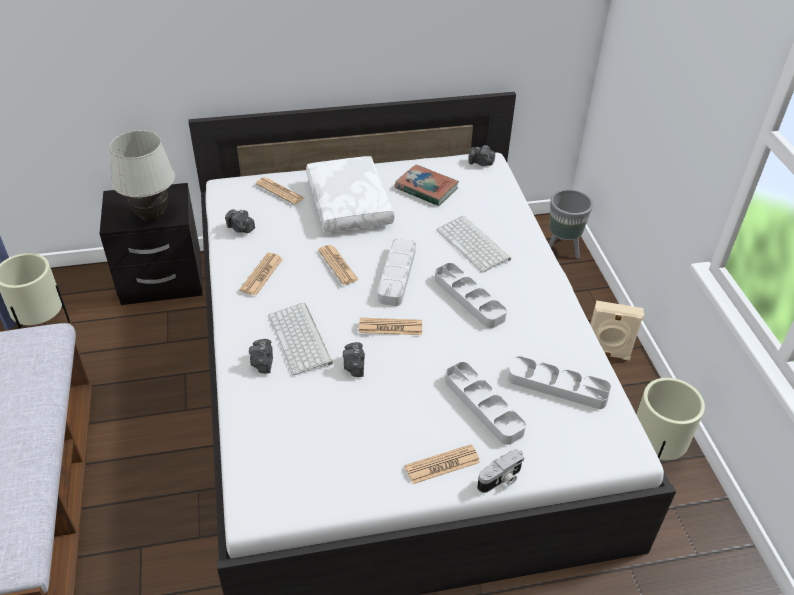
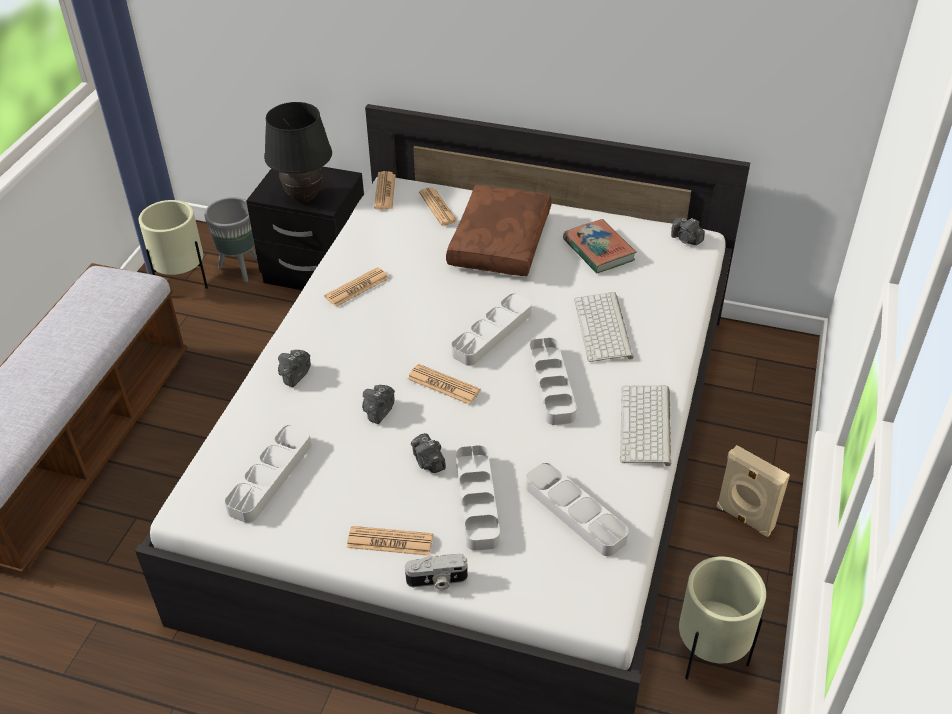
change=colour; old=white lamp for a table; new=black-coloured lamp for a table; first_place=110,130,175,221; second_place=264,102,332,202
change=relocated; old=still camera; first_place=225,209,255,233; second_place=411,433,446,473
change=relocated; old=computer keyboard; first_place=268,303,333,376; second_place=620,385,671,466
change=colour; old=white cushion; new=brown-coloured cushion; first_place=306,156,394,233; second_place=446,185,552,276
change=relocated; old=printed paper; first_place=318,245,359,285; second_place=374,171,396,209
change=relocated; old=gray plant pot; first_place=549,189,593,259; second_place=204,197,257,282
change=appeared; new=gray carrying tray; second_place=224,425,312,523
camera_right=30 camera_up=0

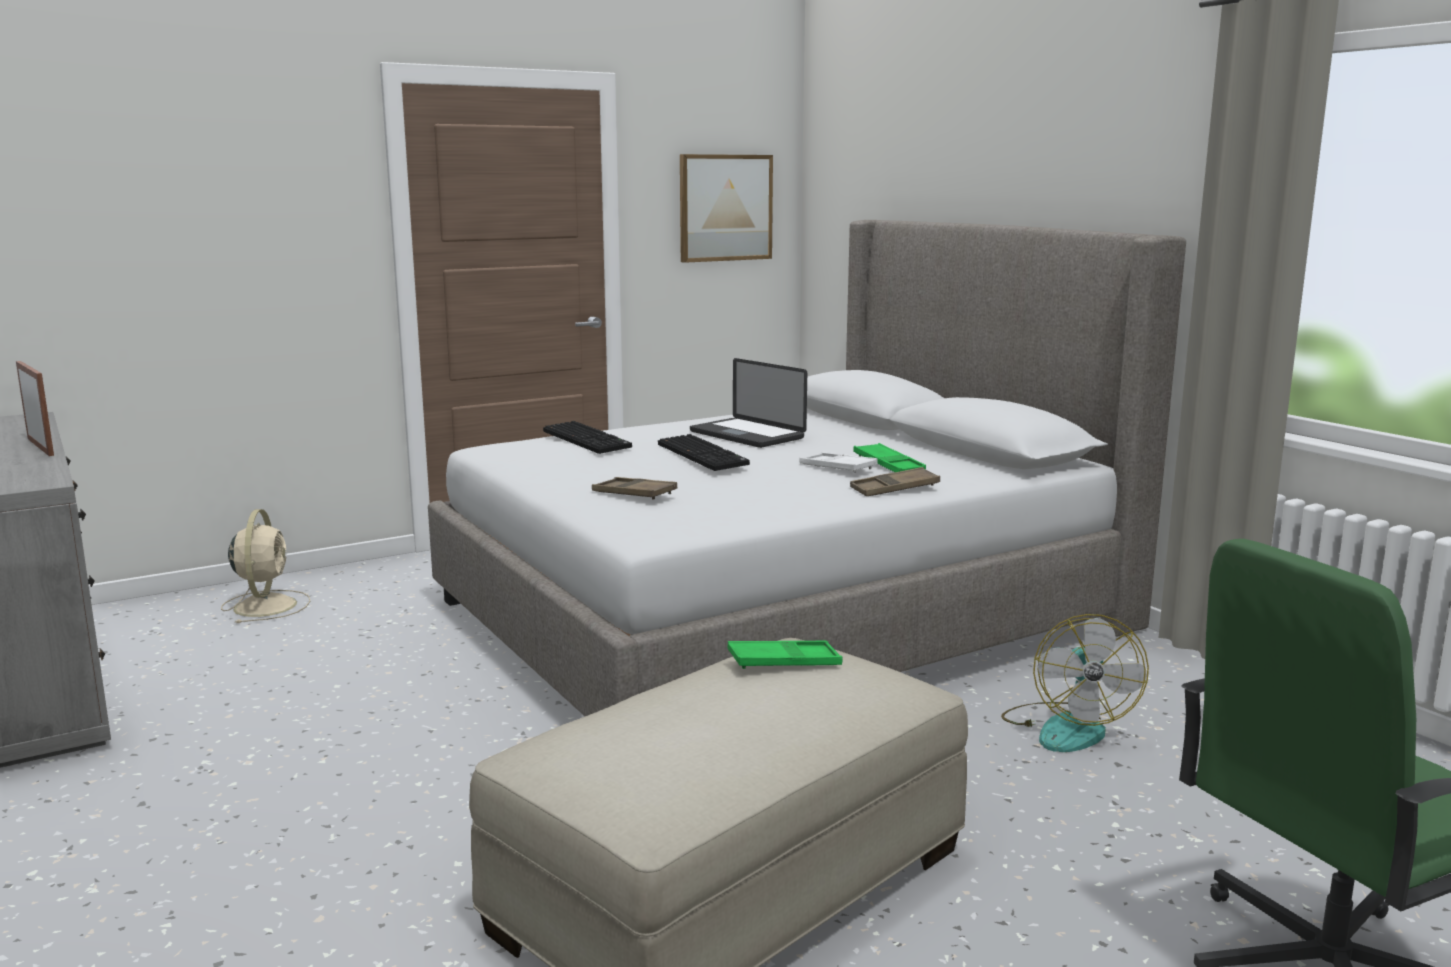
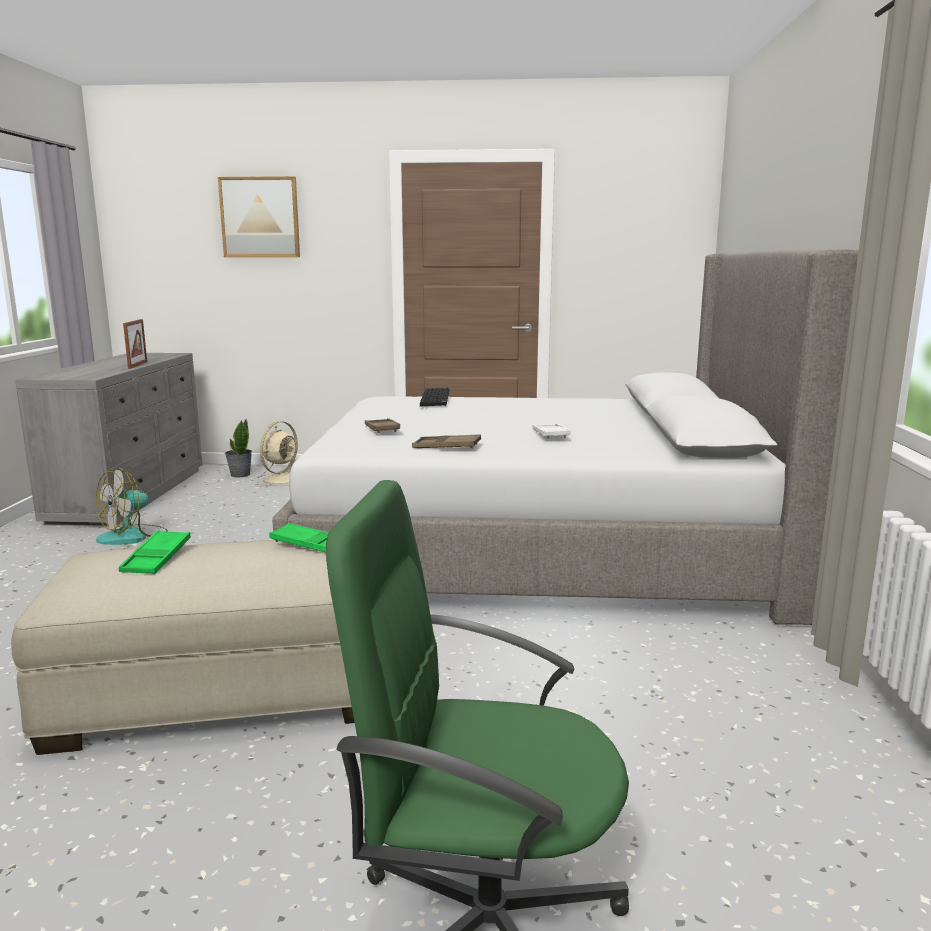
change=missing; old=computer keyboard; first_place=658,434,750,471
change=relocated; old=wall picture; first_place=680,154,773,263; second_place=218,176,300,257
change=missing; old=laptop; first_place=690,358,807,448
change=relocated; old=brown-coloured carrying tray; first_place=850,467,940,496; second_place=412,434,481,448
change=relocated; old=green-coloured carrying tray; first_place=853,443,926,472; second_place=119,530,191,574
change=relocated; old=fan; first_place=1001,614,1149,752; second_place=96,467,168,545
change=appeared; new=potted plant; second_place=225,419,252,478
camera_right=35 camera_up=0

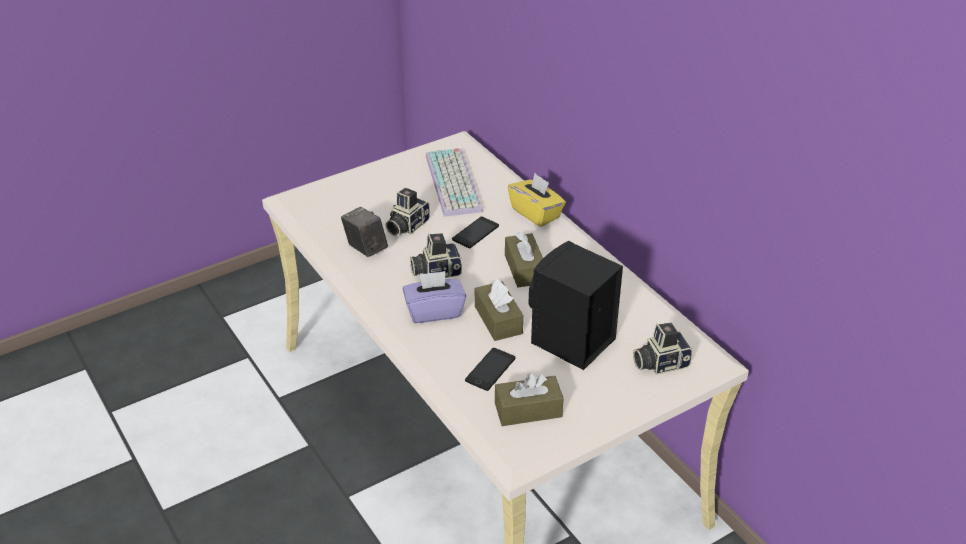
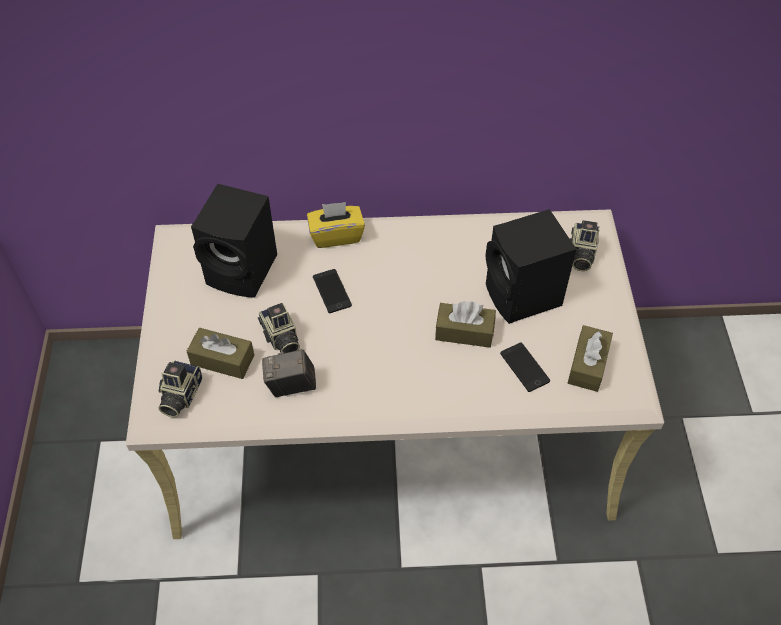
change=missing; old=purple box of tissues; first_place=403,271,466,323
change=relocated; old=still camera; first_place=410,233,462,278; second_place=158,361,202,417
change=exchanged; old=computer keyboard; new=black-coloured audio speaker; first_place=426,148,483,217; second_place=191,184,277,298
change=relocated; old=brown-coloured box of tissues; first_place=505,232,543,287; second_place=187,328,254,379
camera_right=-60 camera_up=15

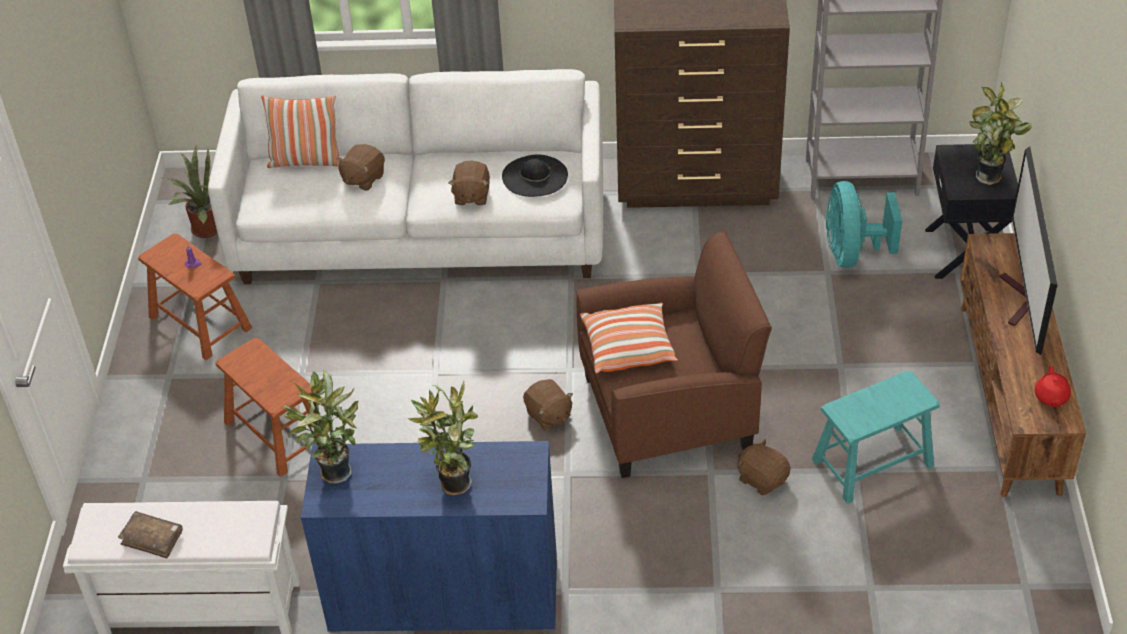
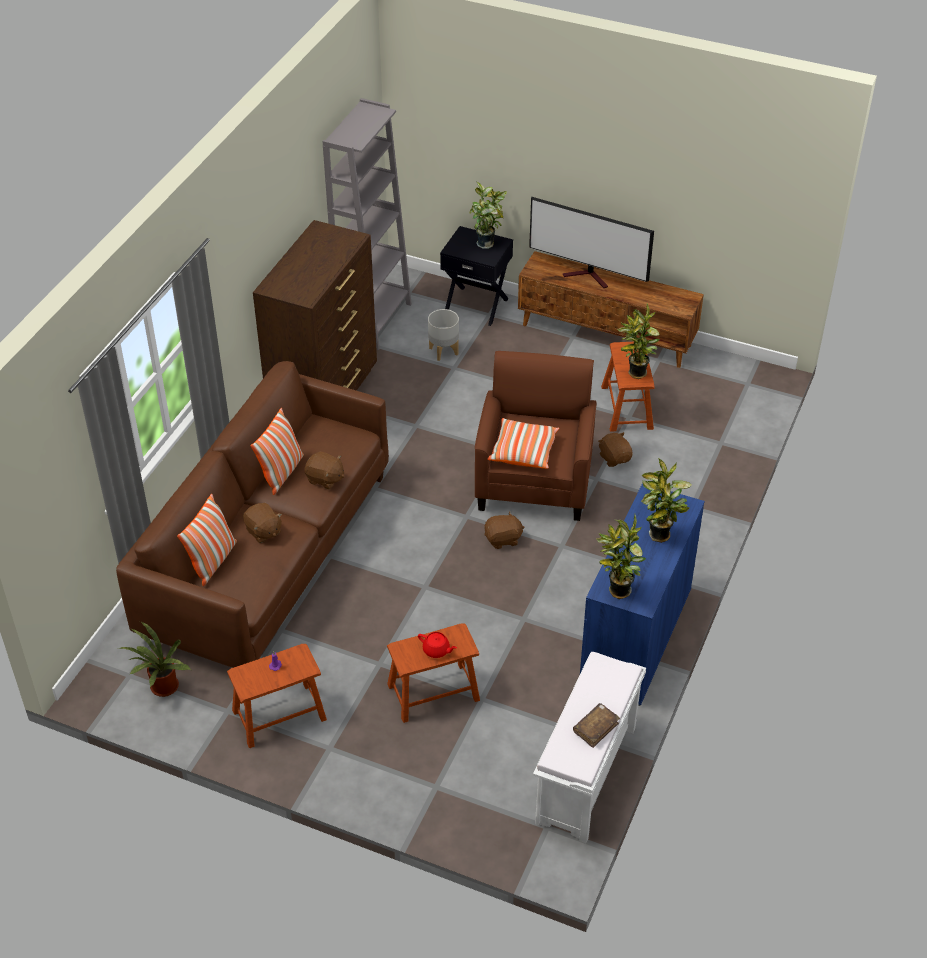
change=colour; old=white sofa; new=brown-coloured sofa; first_place=208,69,603,284; second_place=116,361,389,668
change=missing; old=black-coloured hat; first_place=502,155,568,197
change=spun; old=brown-coloured cuddly toy; first_place=737,439,791,495; second_place=598,432,633,467; degrees=90
change=colour; old=blue-green sitting stool; new=brown-coloured sitting stool; first_place=812,371,940,504; second_place=601,342,655,432
change=exchanged; old=blue-green fan; new=gray plant pot; first_place=826,181,902,268; second_place=428,309,459,361
change=relocated; old=red tea pot; first_place=1035,366,1071,407; second_place=418,632,457,658
change=appeared; new=cushion; second_place=250,408,304,495
change=appeared; new=potted plant; second_place=617,303,660,379
camera_right=-70 camera_up=0

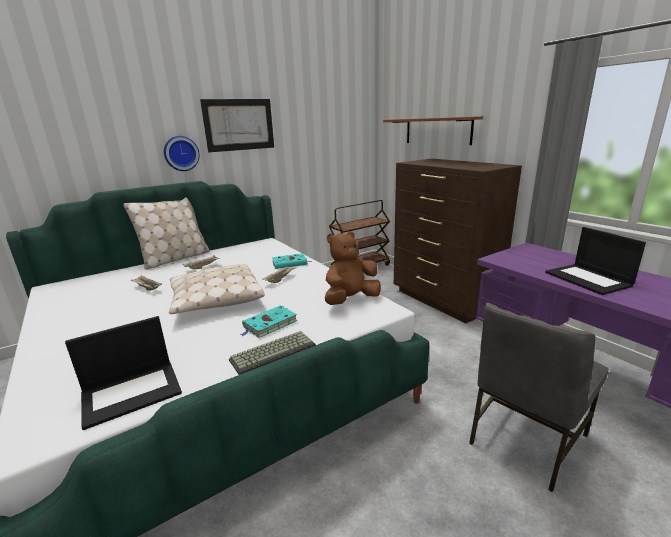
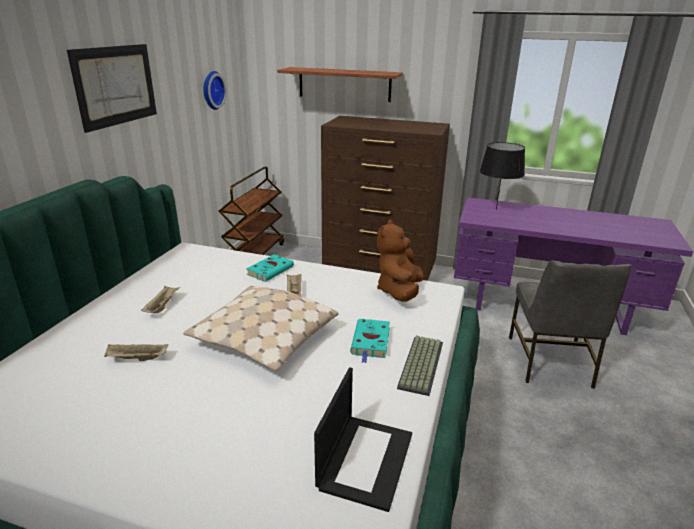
change=missing; old=beige cushion; first_place=123,197,210,269
change=relocated; old=clock on the wall; first_place=164,136,200,171; second_place=203,71,227,110
change=missing; old=laptop; first_place=545,227,646,295
change=appeared; new=black-coloured lamp for a table; second_place=480,142,525,210
camera_right=-40 camera_up=5

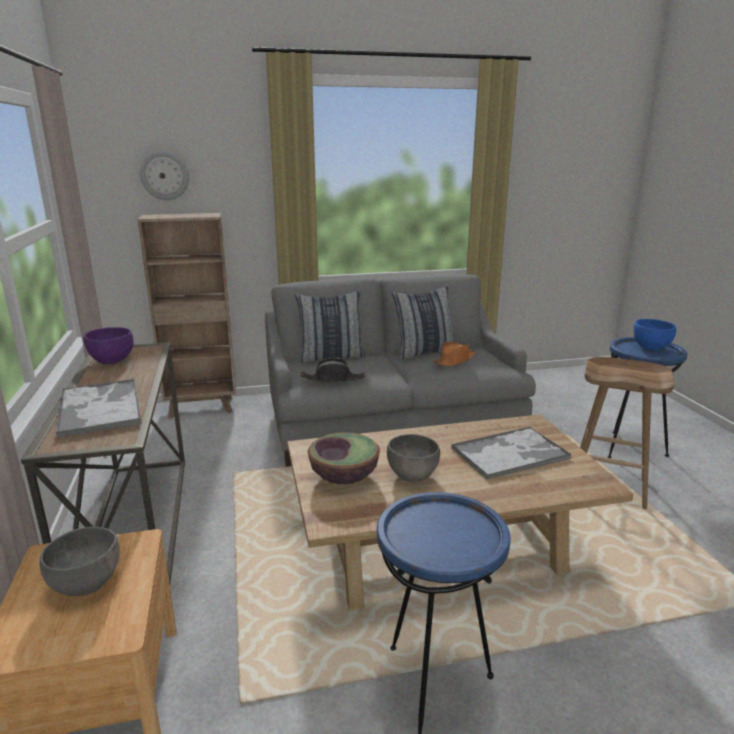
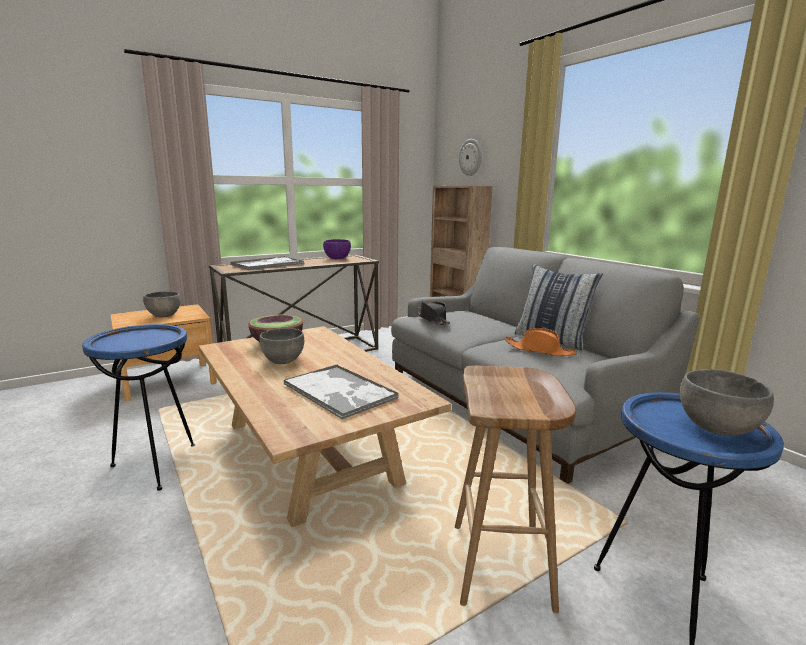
change=missing; old=cushion; first_place=295,291,366,362
change=colour; old=blue-coloured bowl; new=gray bowl; first_place=634,319,676,350; second_place=680,369,774,436
camera_right=70 camera_up=-5

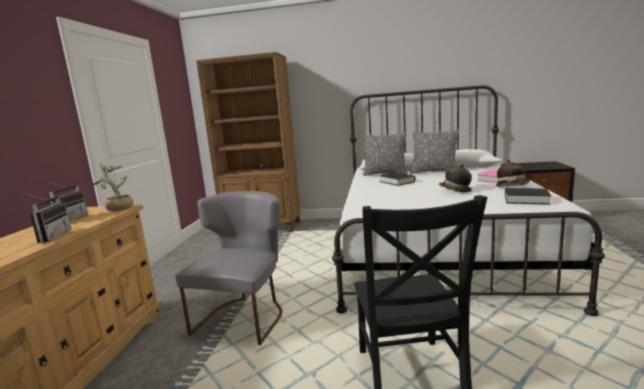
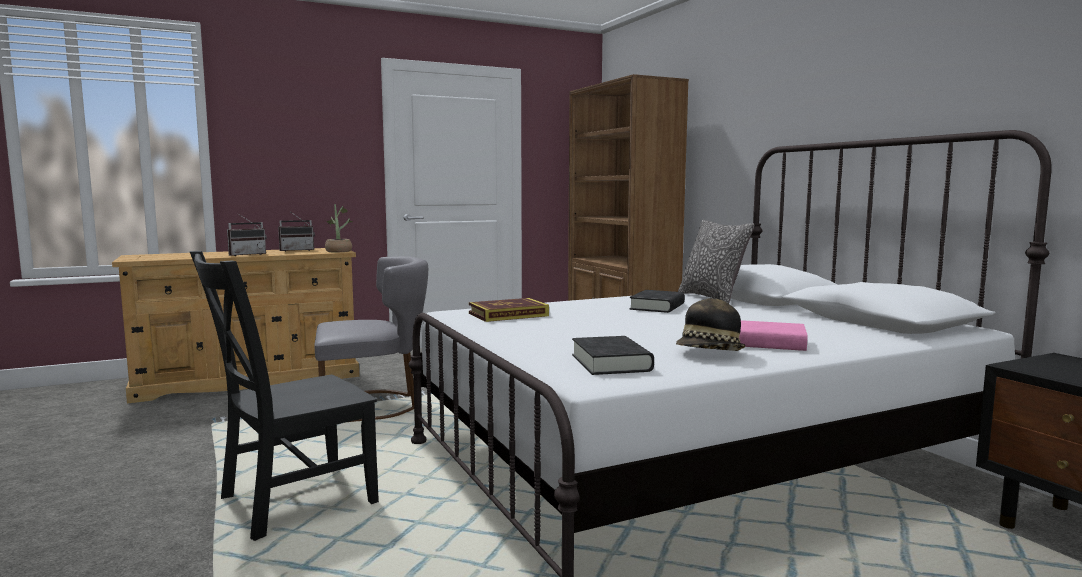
change=missing; old=cushion; first_place=411,130,459,174
change=missing; old=hat; first_place=439,164,472,192
change=appeared; new=bound book; second_place=469,298,549,322
camera_right=55 camera_up=-5

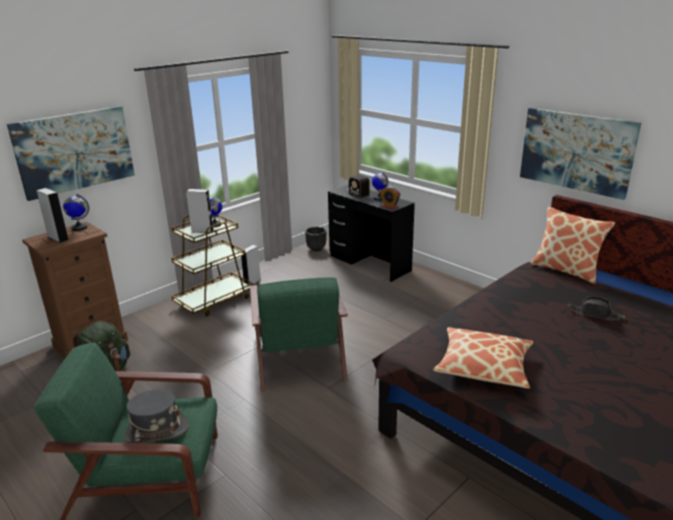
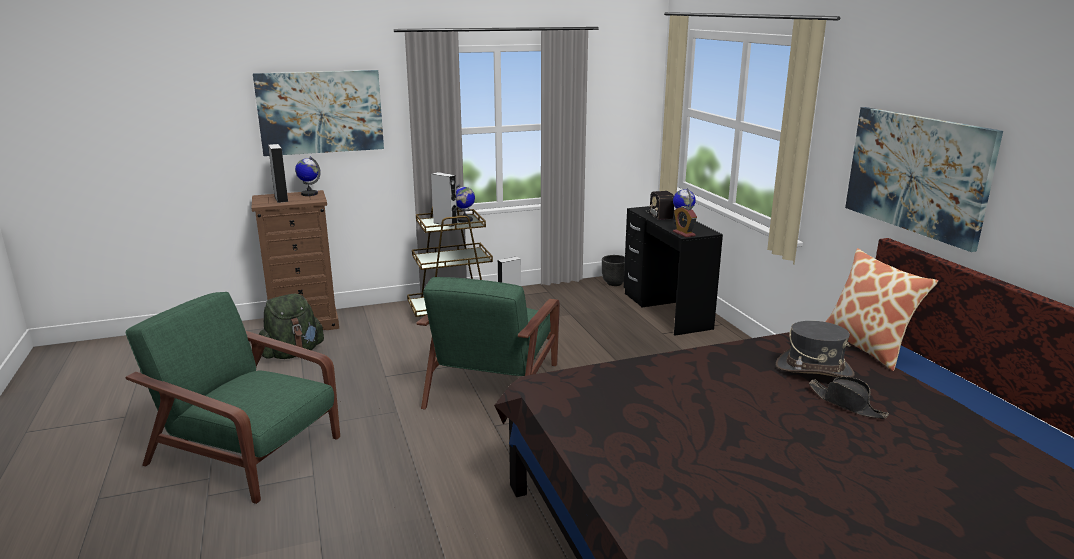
change=relocated; old=gray hat; first_place=124,389,189,443; second_place=776,321,854,378
change=missing; old=cushion; first_place=433,327,533,388
camera_right=25 camera_up=-5

